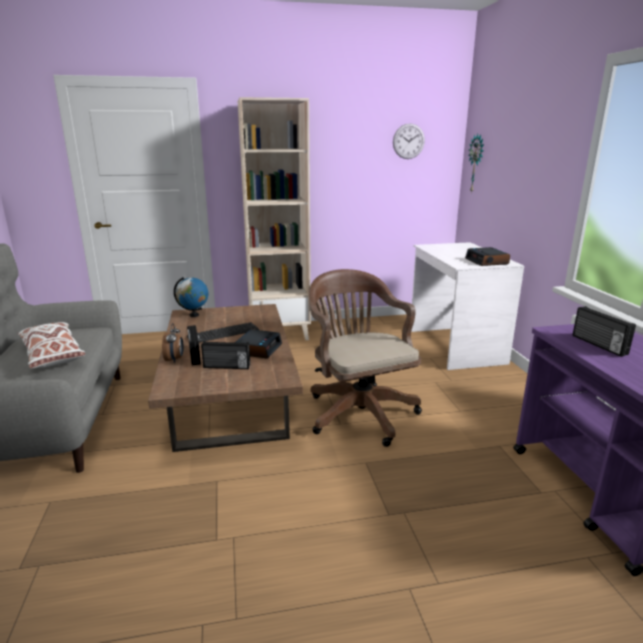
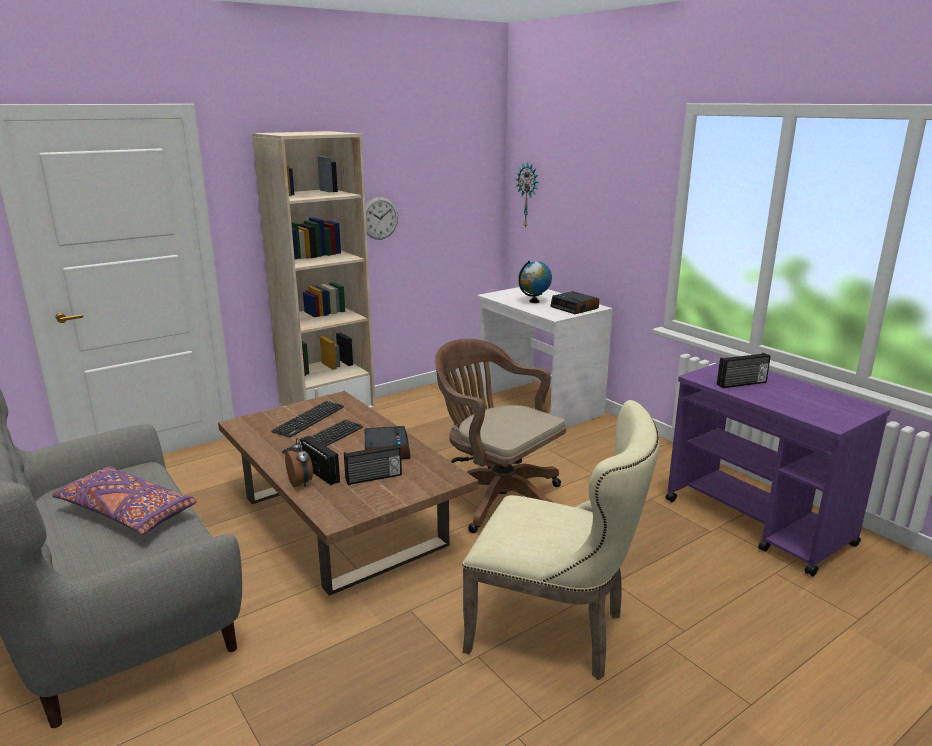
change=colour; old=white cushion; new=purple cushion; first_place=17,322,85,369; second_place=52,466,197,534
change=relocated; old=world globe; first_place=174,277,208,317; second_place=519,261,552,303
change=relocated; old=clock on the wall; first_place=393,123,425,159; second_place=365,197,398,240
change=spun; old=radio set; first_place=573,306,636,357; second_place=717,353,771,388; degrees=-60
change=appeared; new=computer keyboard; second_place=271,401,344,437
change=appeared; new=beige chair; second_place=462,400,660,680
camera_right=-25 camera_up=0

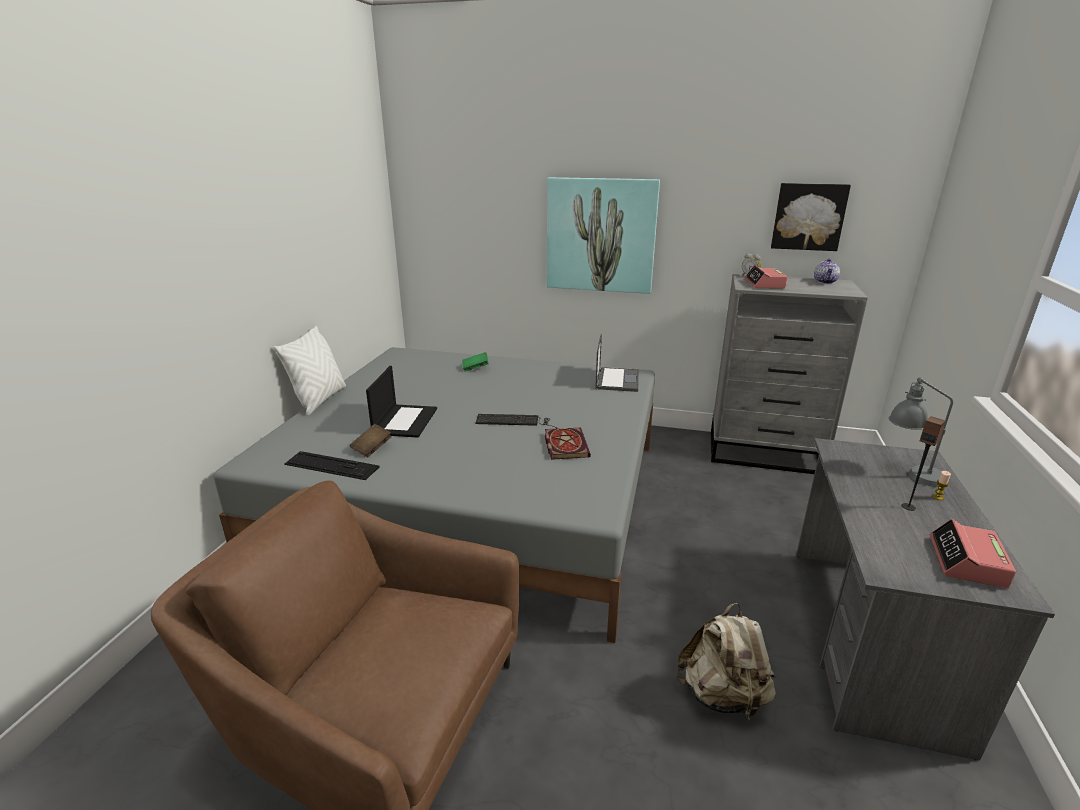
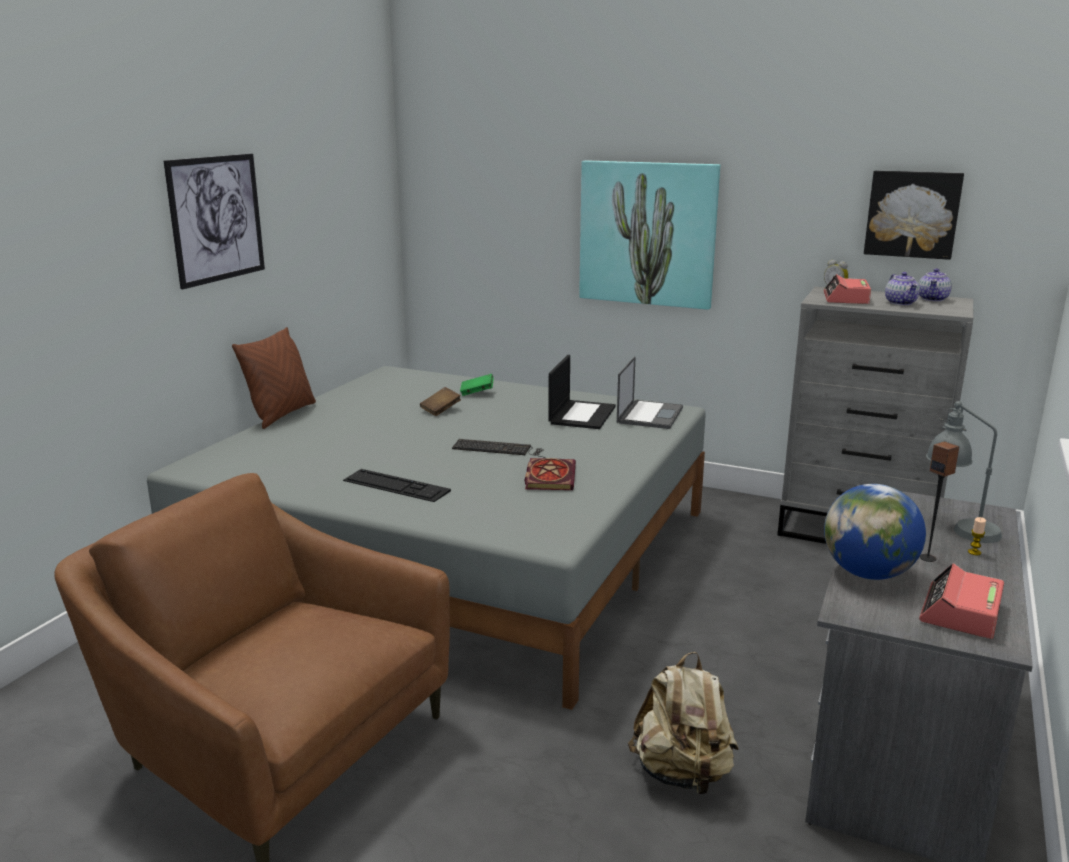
change=colour; old=white cushion; new=brown-coloured cushion; first_place=274,325,346,416; second_place=232,327,316,429
change=relocated; old=computer keyboard; first_place=284,451,380,480; second_place=343,469,451,502
change=relocated; old=brown-coloured bound book; first_place=350,424,392,457; second_place=420,387,461,416
change=relocated; old=laptop; first_place=366,366,437,438; second_place=548,355,616,429
change=appeared; new=wall picture; second_place=164,154,265,289
change=appeared; new=world globe; second_place=824,484,926,580
change=appeared; new=tea pot; second_place=885,272,920,305
camera_right=10 camera_up=-5

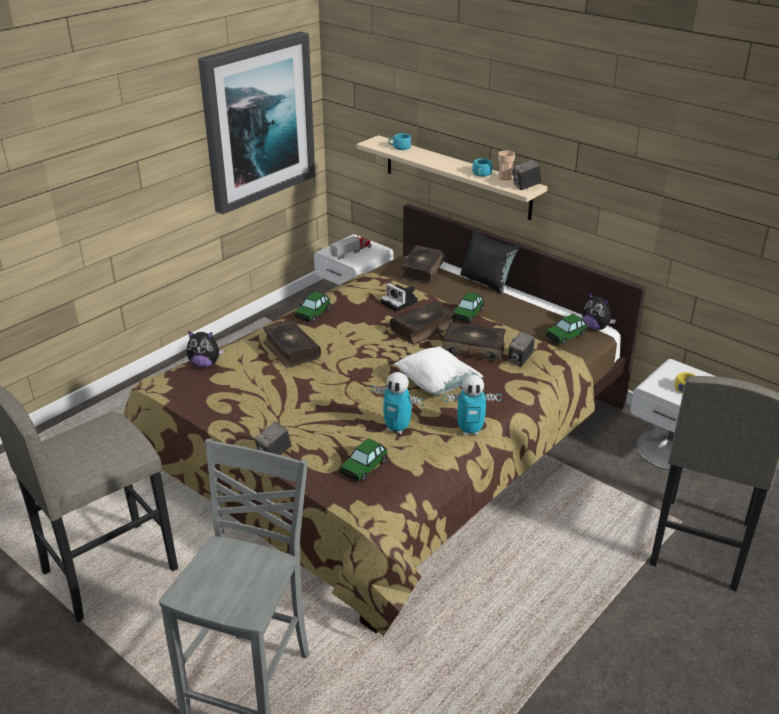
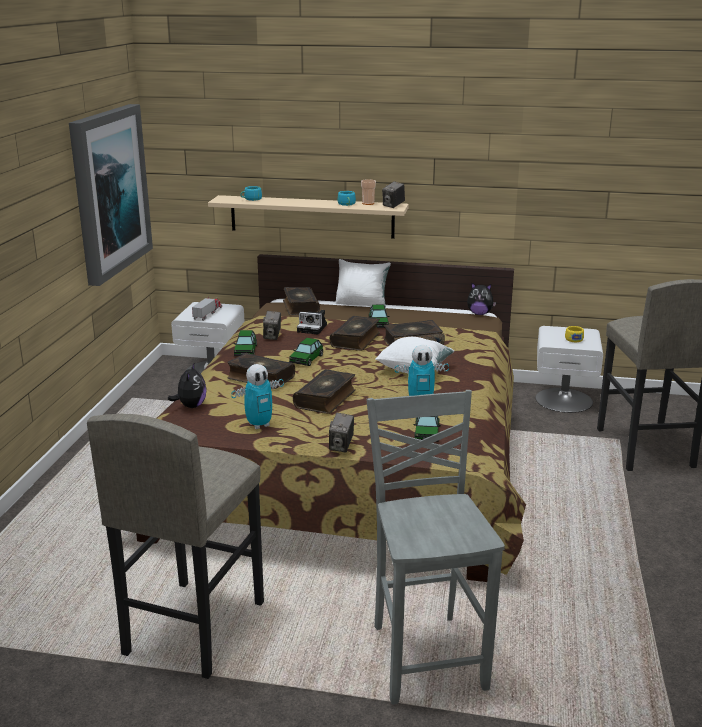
change=spun; old=cuddly toy; first_place=187,331,224,368; second_place=168,362,207,408; degrees=-60
change=relocated; old=robot figure; first_place=443,374,502,435; second_place=231,364,284,429
change=colour; old=black-coloured cushion; new=white cushion; first_place=460,229,519,294; second_place=335,259,391,308
change=relocated; old=still camera; first_place=508,331,535,367; second_place=263,311,281,340
change=relocated; old=model car; first_place=546,314,587,344; second_place=289,338,323,366
change=appeared; new=bound book; second_place=293,369,356,414
camera_right=-30 camera_up=-10

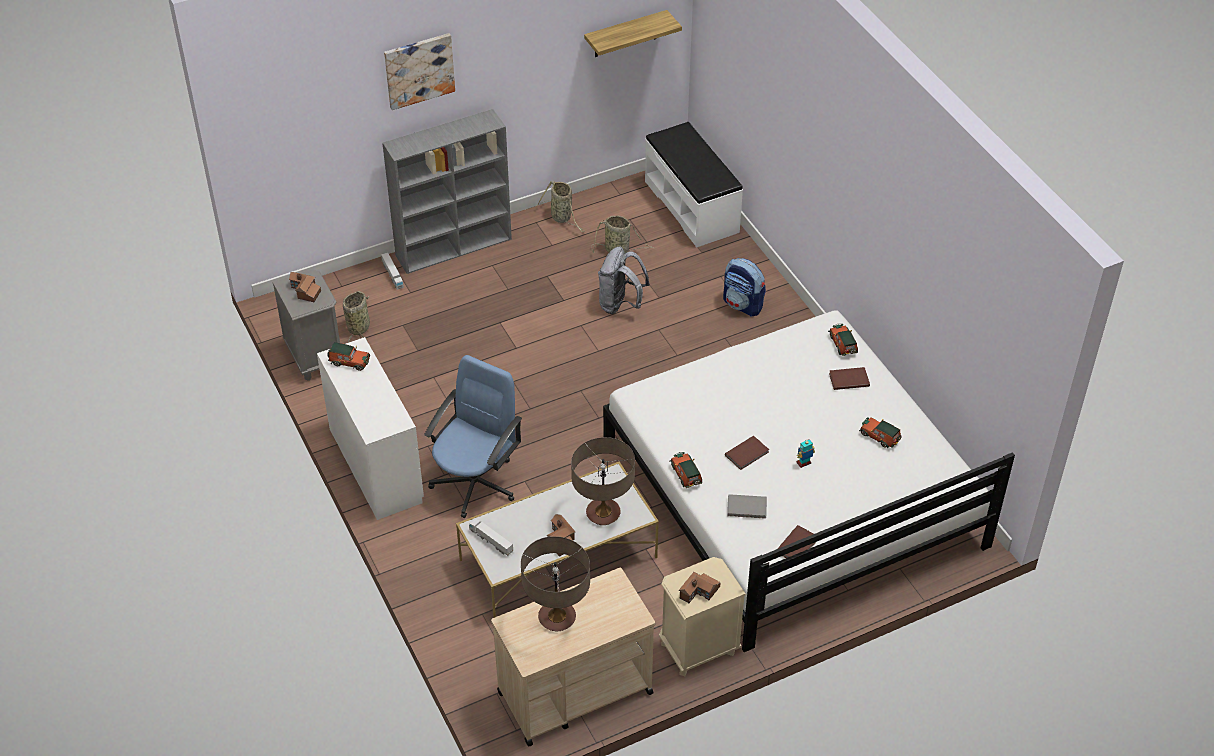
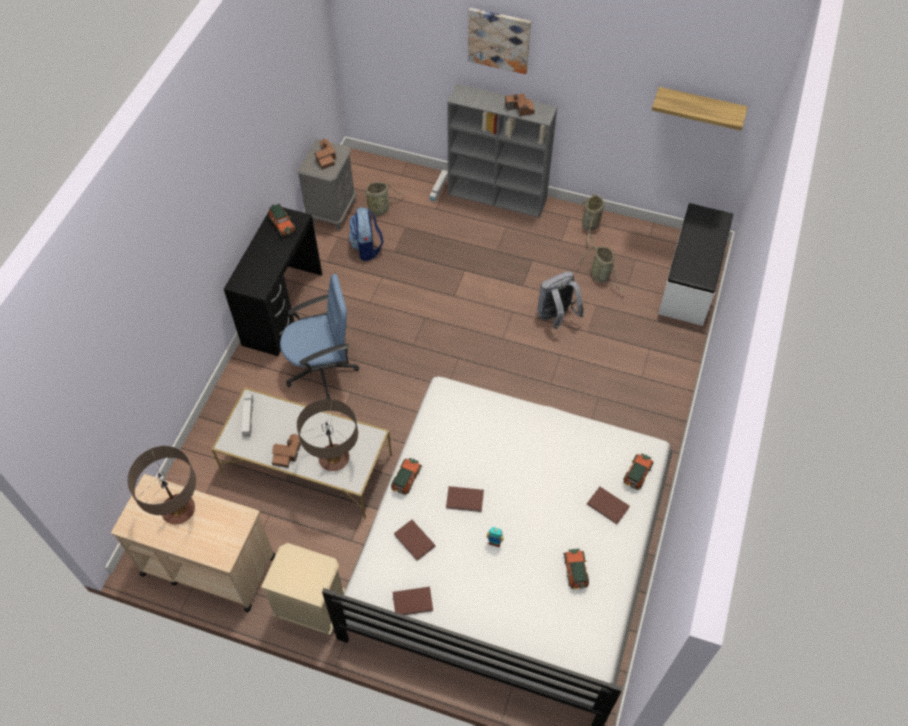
change=colour; old=white desk; new=black-coloured desk; first_place=317,337,424,520; second_place=224,205,322,356
change=relocated; old=miniature house; first_place=679,572,721,603; second_place=505,94,535,116
change=relocated; old=knapsack; first_place=723,258,766,317; second_place=348,207,384,261
change=colour; old=gray bound book; new=brown-coloured bound book; first_place=727,494,767,519; second_place=394,520,436,561
camera_right=45 camera_up=10

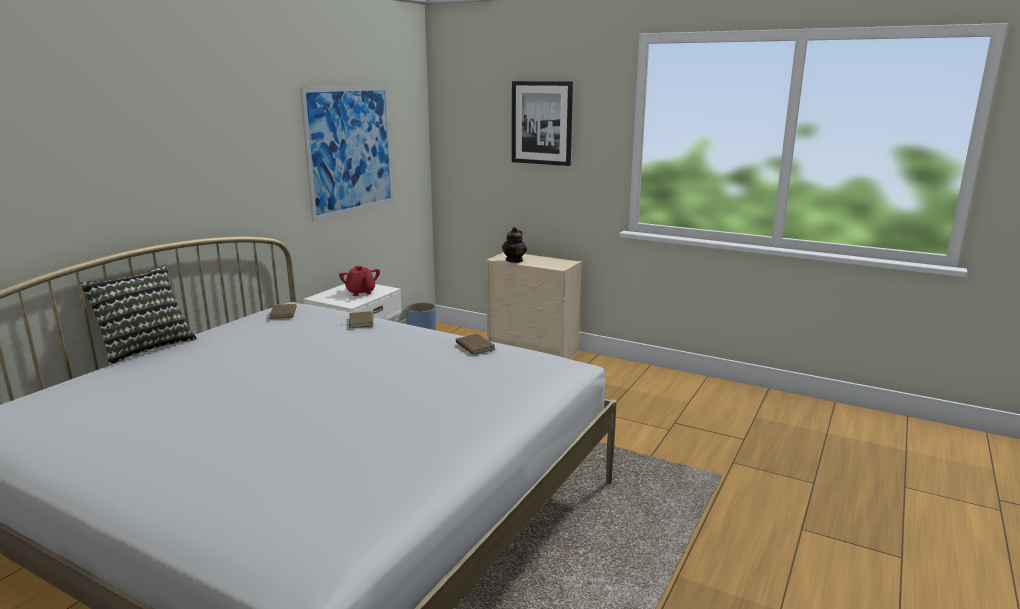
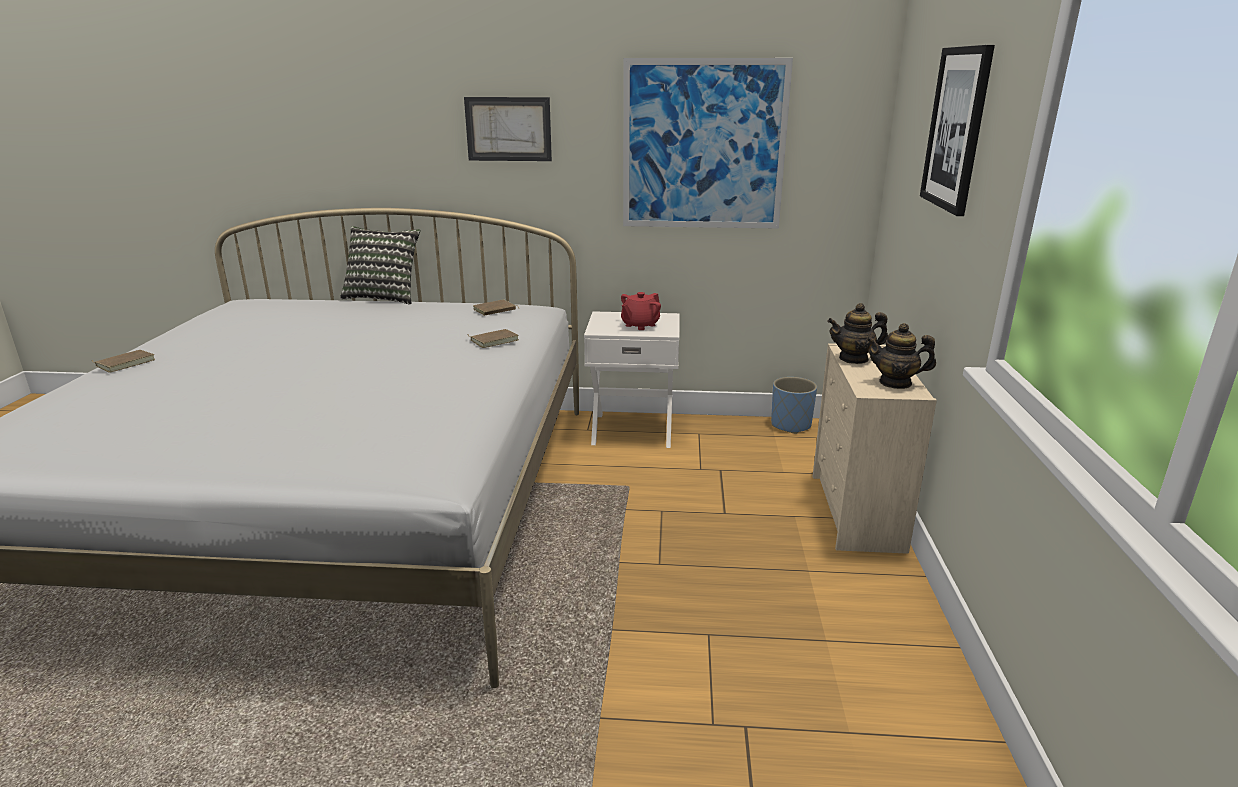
change=relocated; old=brown-coloured bound book; first_place=456,334,495,355; second_place=92,350,155,373
change=appeared; new=wall picture; second_place=464,97,552,161
change=appeared; new=tea pot; second_place=866,323,936,389
camera_right=65 camera_up=5

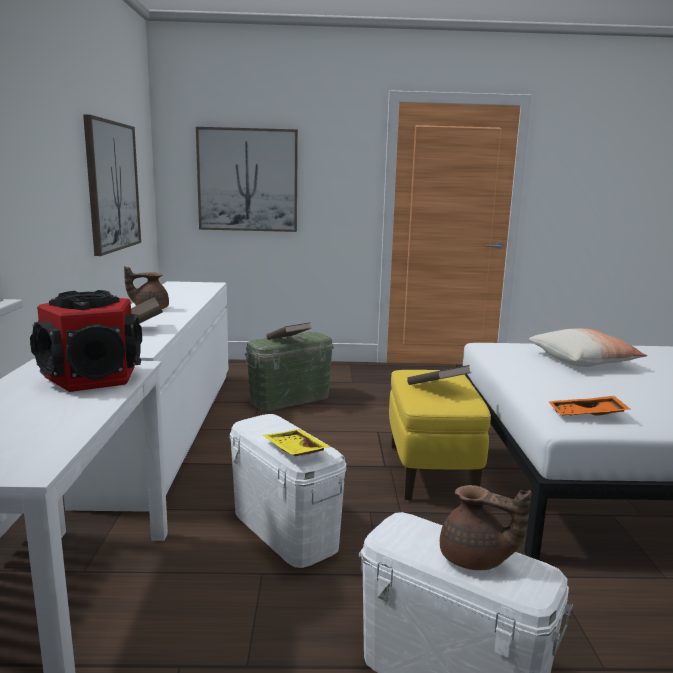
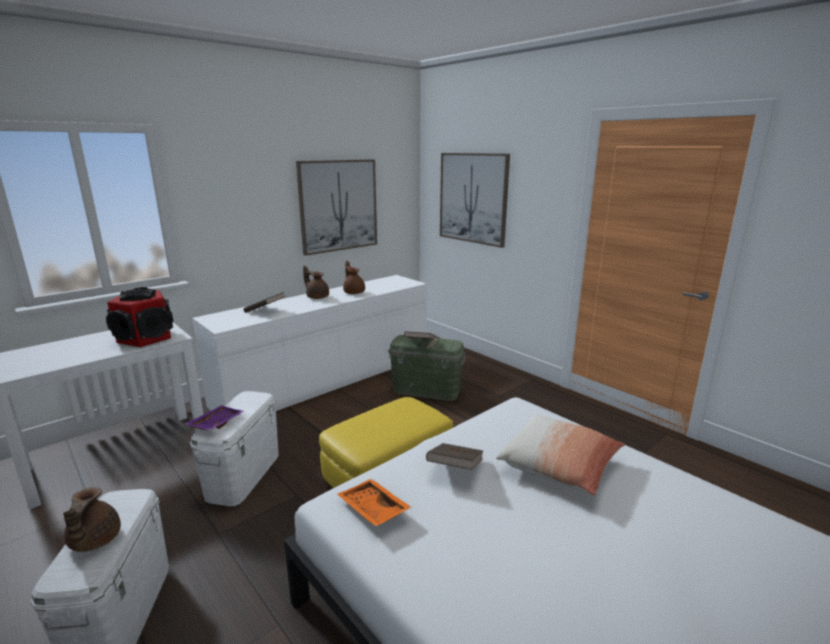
change=colour; old=yellowish carrying tray; new=purple carrying tray; first_place=263,429,331,456; second_place=185,405,244,431
change=relocated; old=brown-coloured bound book; first_place=407,365,471,385; second_place=426,443,483,470
change=appeared; new=brown-coloured tea pot; second_place=343,261,365,294
camera_right=50 camera_up=5

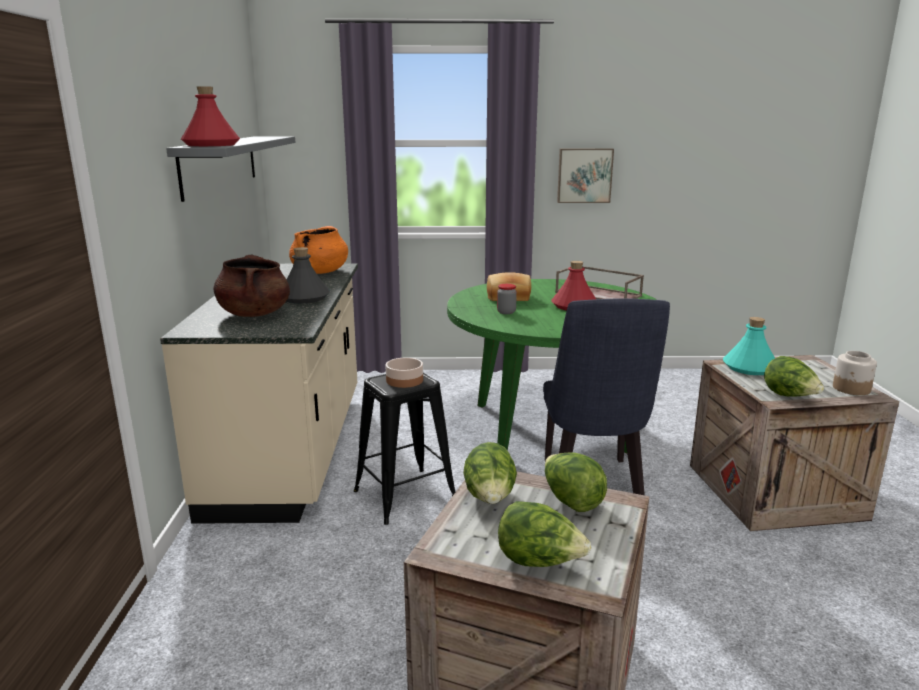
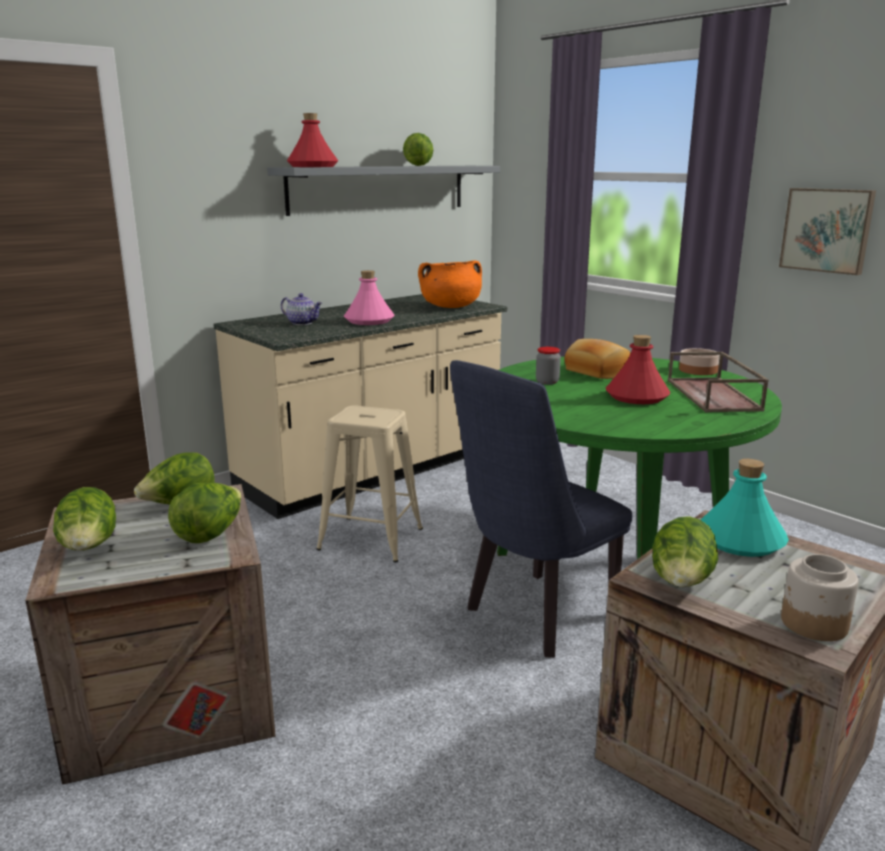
change=exchanged; old=brown-coloured stockpot; new=tea pot; first_place=213,254,290,317; second_place=281,293,322,325
change=colour; old=gray bottle; new=pink bottle; first_place=286,247,330,303; second_place=344,270,394,325
change=colour; old=black-coloured sitting stool; new=beige sitting stool; first_place=354,373,455,525; second_place=316,405,423,562
change=relocated; old=bowl; first_place=385,358,423,388; second_place=679,348,720,375
change=appeared; new=head of lettuce; second_place=403,133,433,166
camera_right=50 camera_up=0

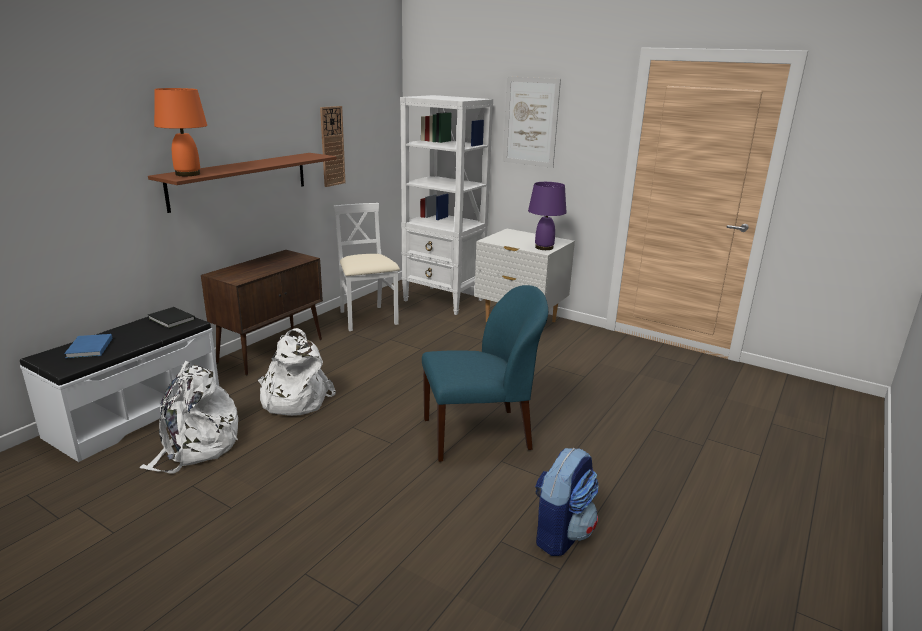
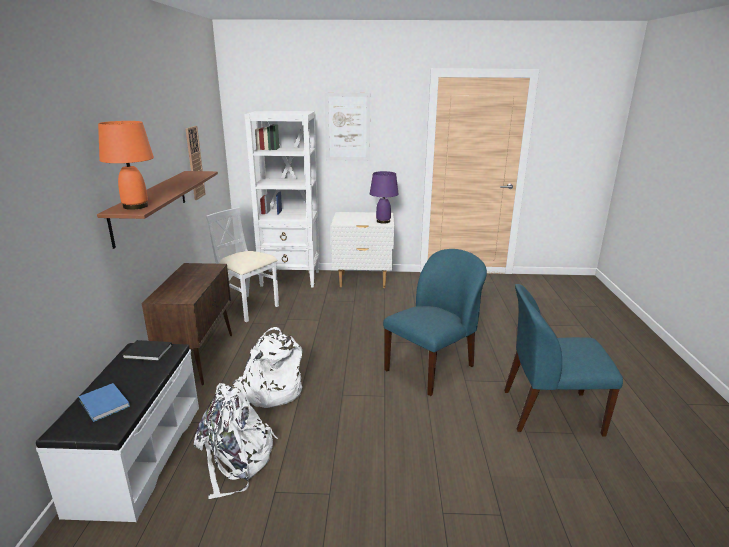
change=exchanged; old=knapsack; new=blue-coloured chair; first_place=535,448,598,556; second_place=504,284,623,437
camera_right=-30 camera_up=0

